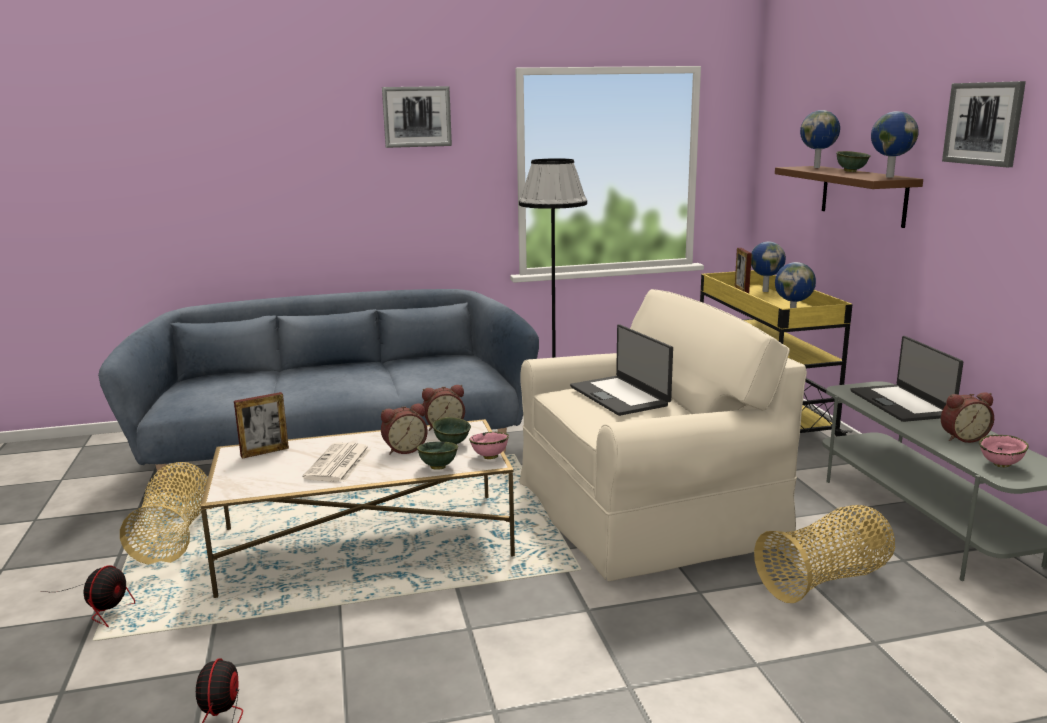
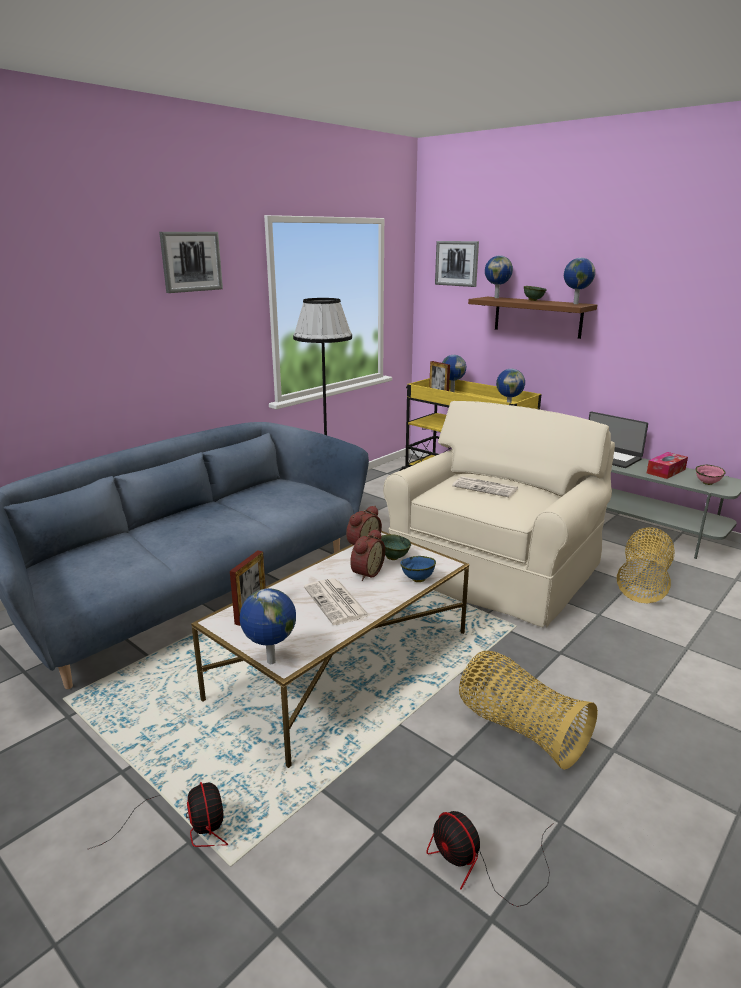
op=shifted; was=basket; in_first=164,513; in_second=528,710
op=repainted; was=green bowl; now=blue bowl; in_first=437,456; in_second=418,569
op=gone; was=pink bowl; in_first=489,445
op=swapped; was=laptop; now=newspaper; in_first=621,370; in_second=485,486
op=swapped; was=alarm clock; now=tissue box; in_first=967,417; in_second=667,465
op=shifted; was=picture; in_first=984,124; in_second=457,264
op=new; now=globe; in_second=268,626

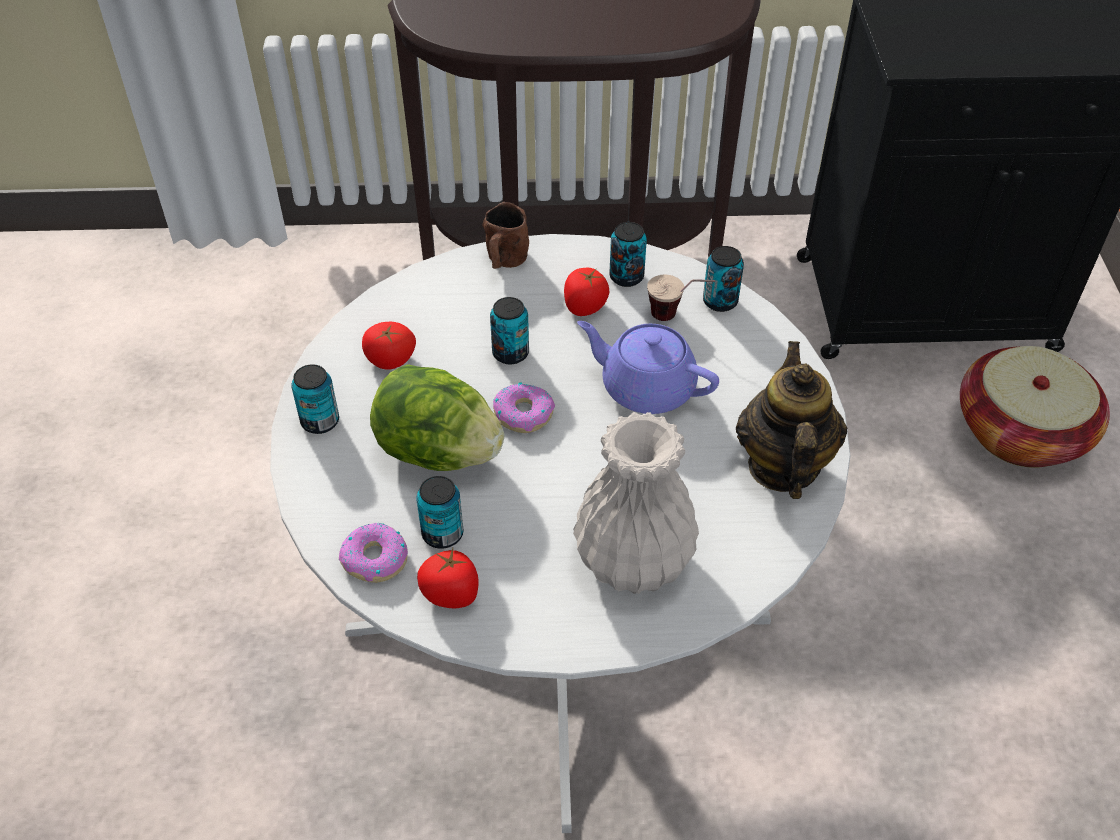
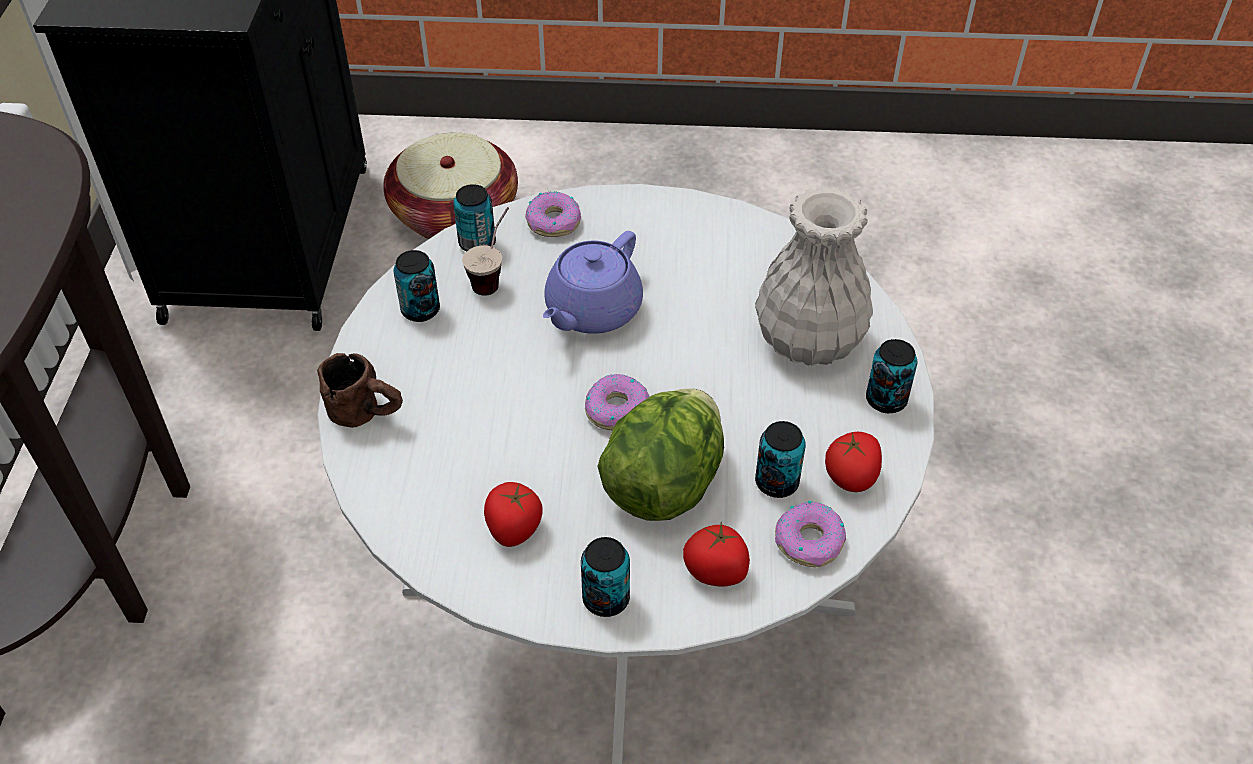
op=shifted; was=can; in_first=509,330; in_second=892,376
op=shifted; was=tomato; in_first=586,292; in_second=716,554
op=gone; was=teapot; in_first=791,420
op=new; now=donut; in_second=553,214

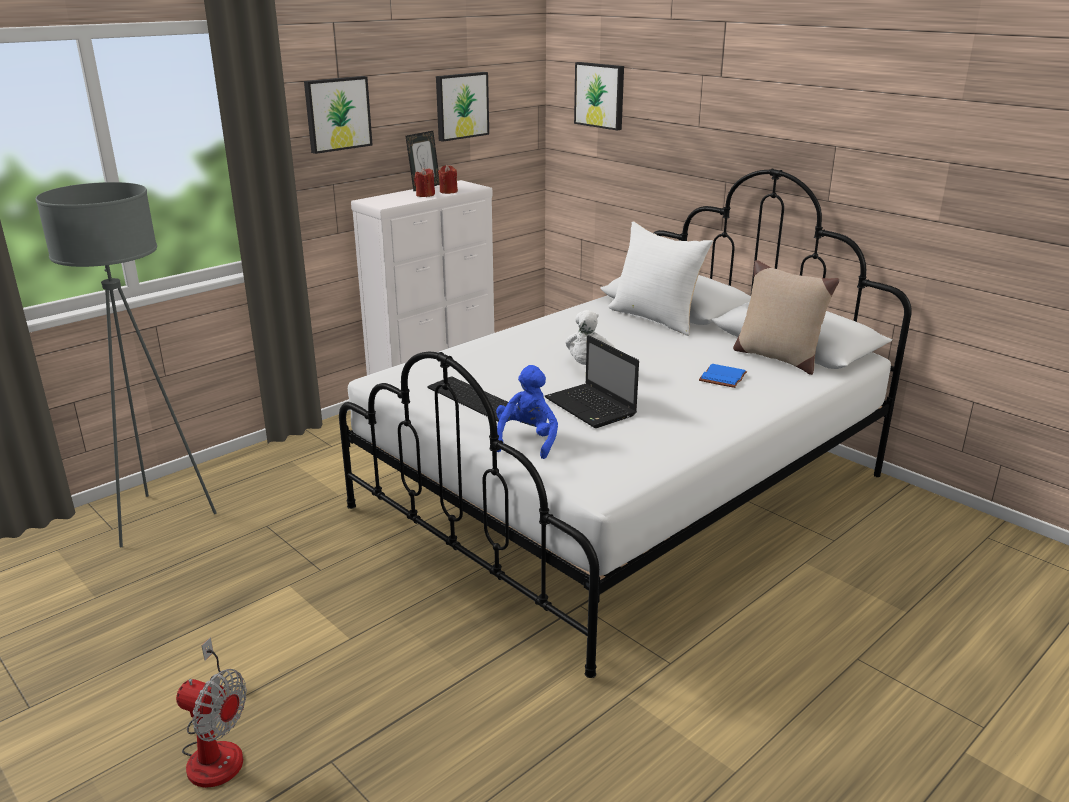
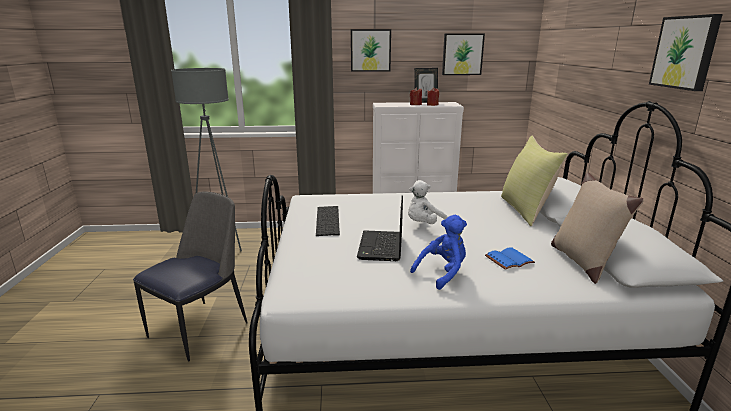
op=gone; was=fan; in_first=211,712
op=shifted; was=blue plush toy; in_first=527,412; in_second=438,252
op=shifted; was=picture; in_first=599,96; in_second=686,52
op=repainted; was=white pillow; now=yellow pillow; in_first=660,278; in_second=534,181
op=new; now=chair; in_second=190,276

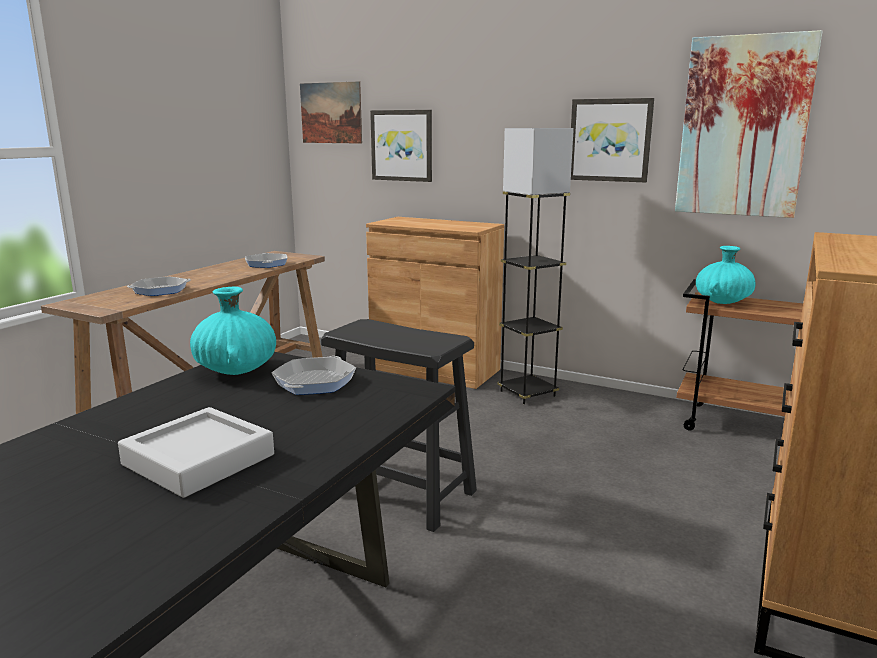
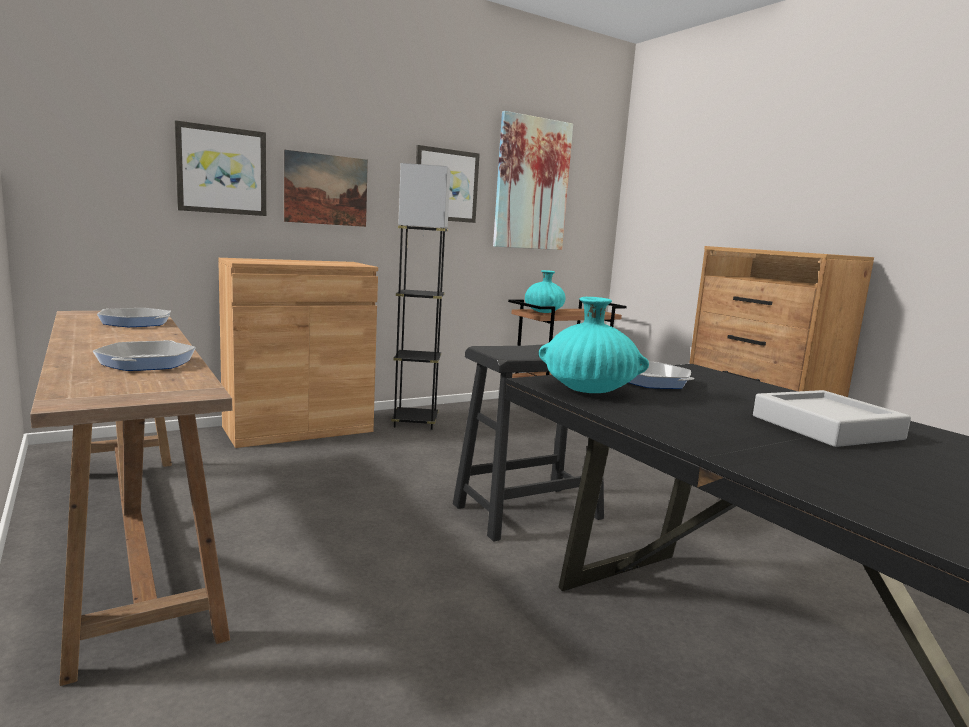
op=shifted; was=picture; in_first=331,112; in_second=326,188

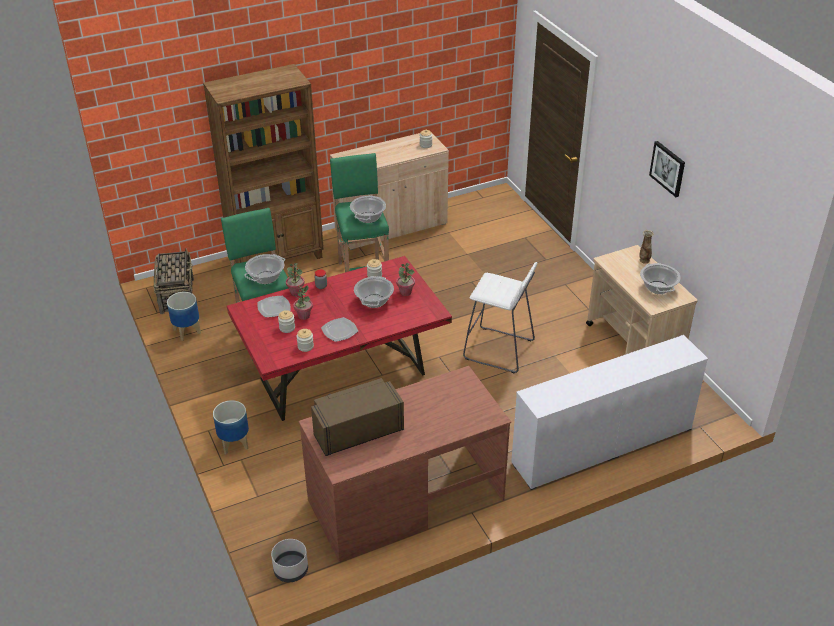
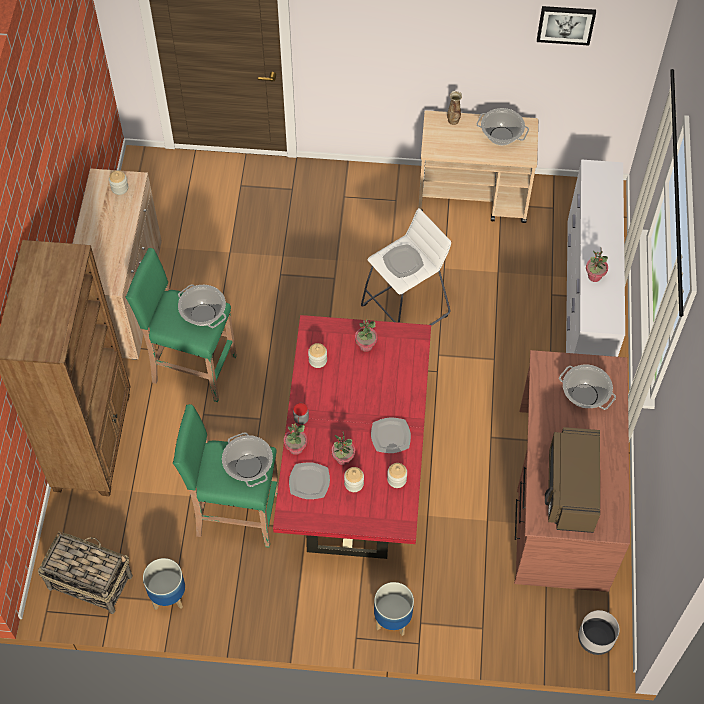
op=shifted; was=cooking pot; in_first=374,292; in_second=587,387
op=shifted; was=picture; in_first=667,169; in_second=566,26
op=new; now=plate; in_second=403,261
op=new; now=potted plant; in_second=597,266

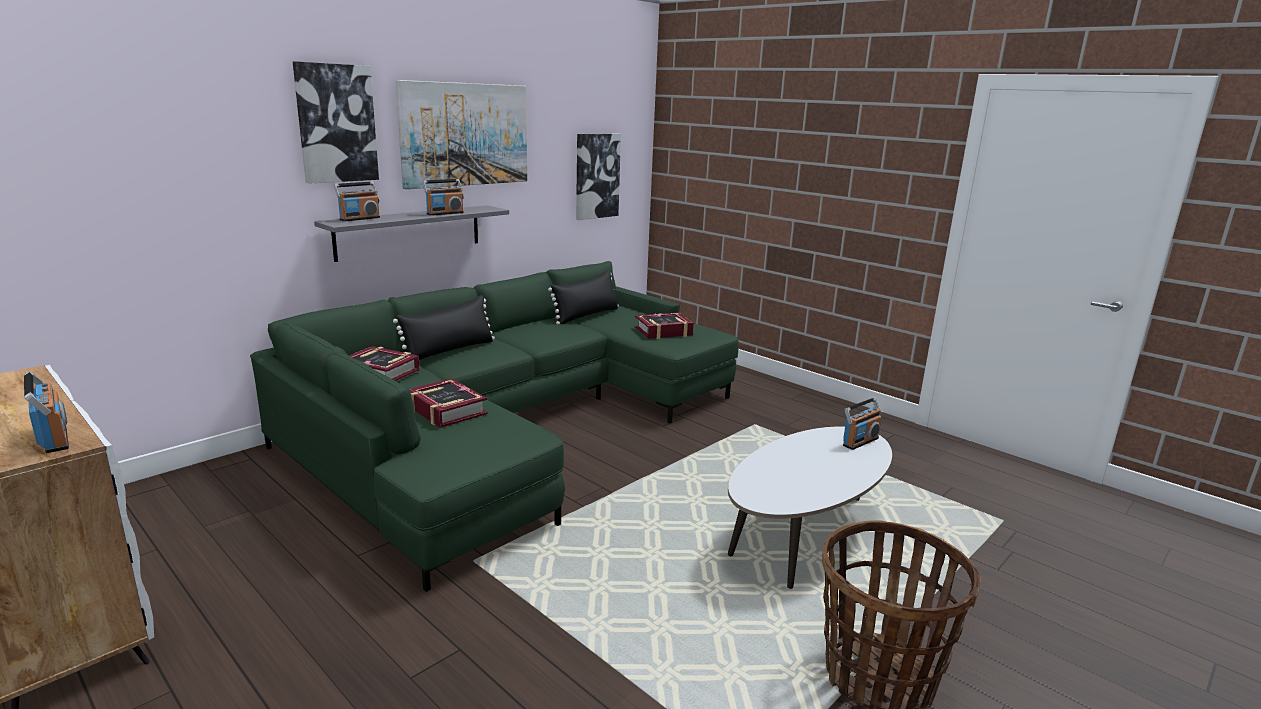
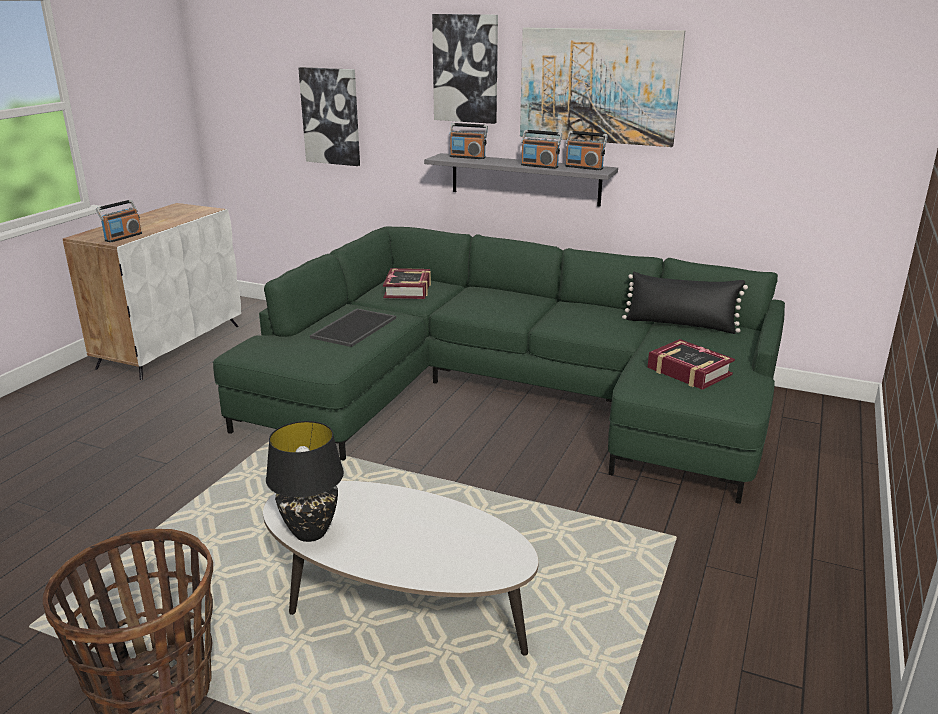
op=gone; was=black pillow; in_first=444,327
op=swapped; was=book; now=tray; in_first=448,403; in_second=353,328
op=shifted; was=picture; in_first=598,176; in_second=329,116
op=shifted; was=radio; in_first=862,424; in_second=586,150
op=new; now=black table lamp; in_second=305,481

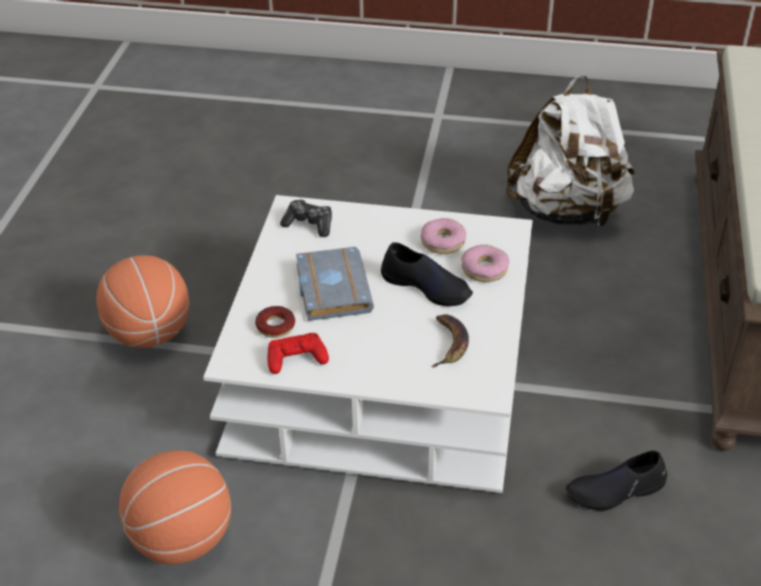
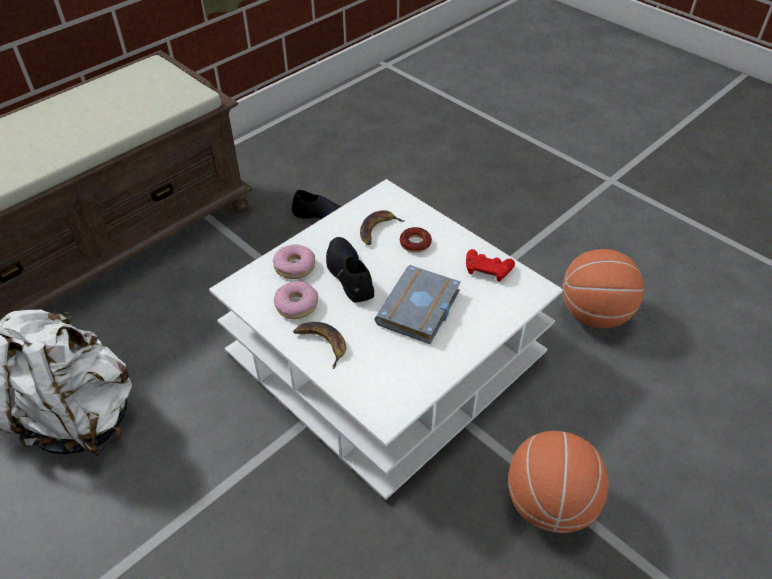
op=shifted; was=donut; in_first=275,322; in_second=416,240
op=gone; was=game controller; in_first=306,218
op=new; now=banana; in_second=319,345

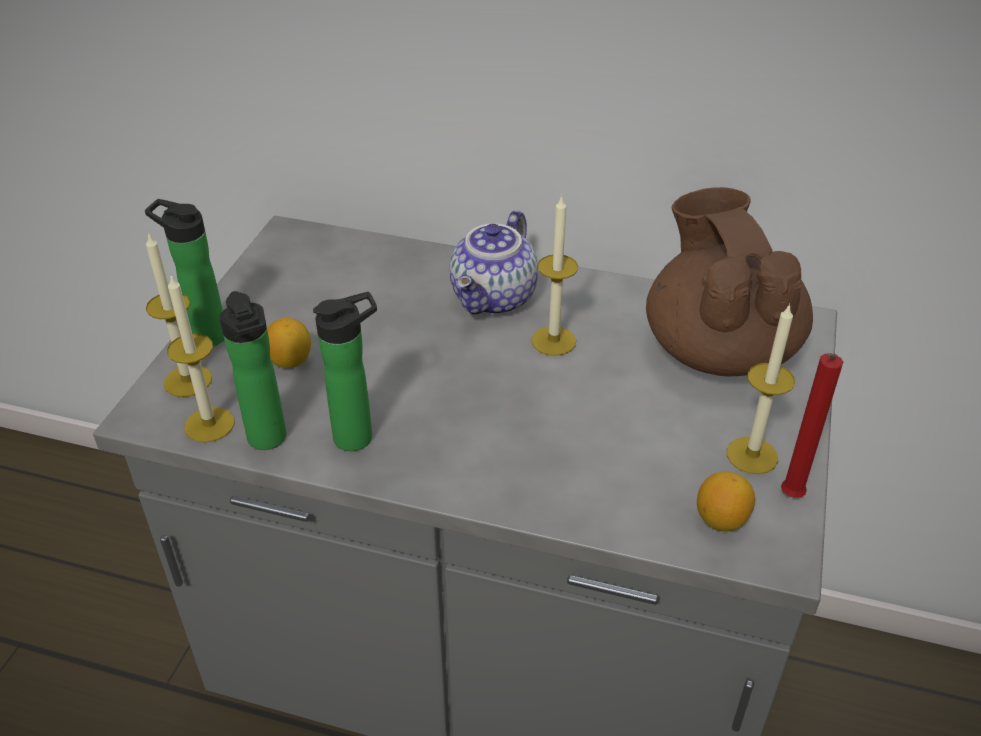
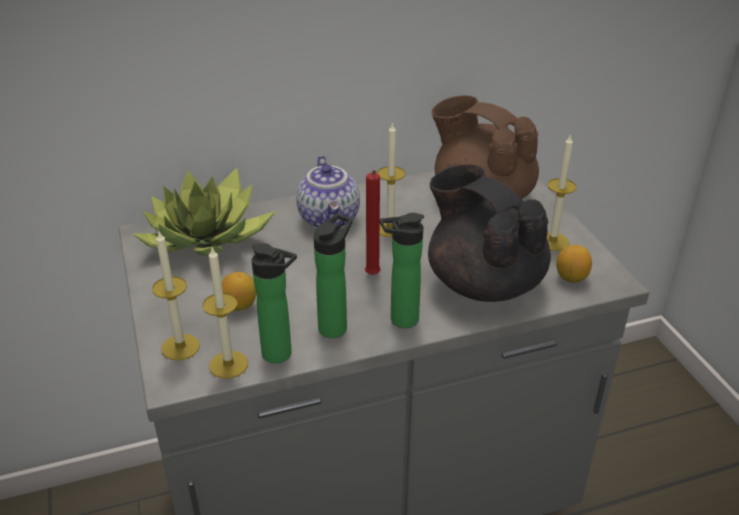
op=shifted; was=bottle; in_first=184,272; in_second=402,270
op=shifted; was=red candle; in_first=812,425; in_second=373,222
op=new; now=potted plant; in_second=204,211
op=new; now=black teapot; in_second=489,233

